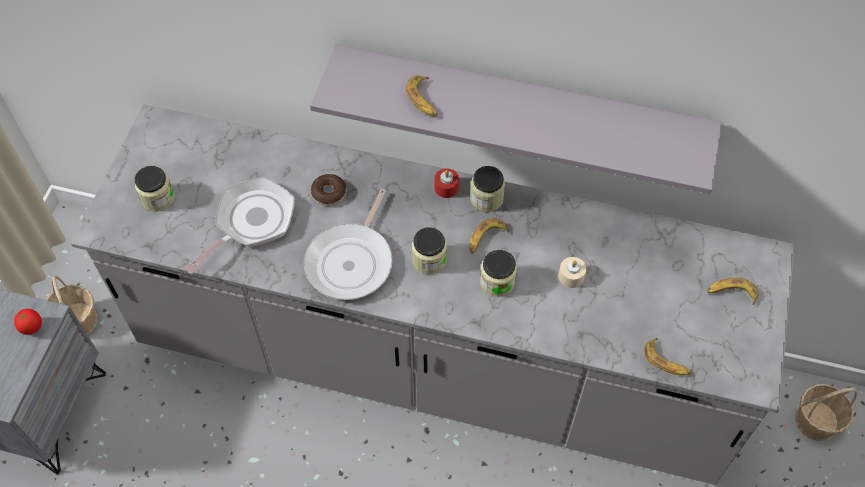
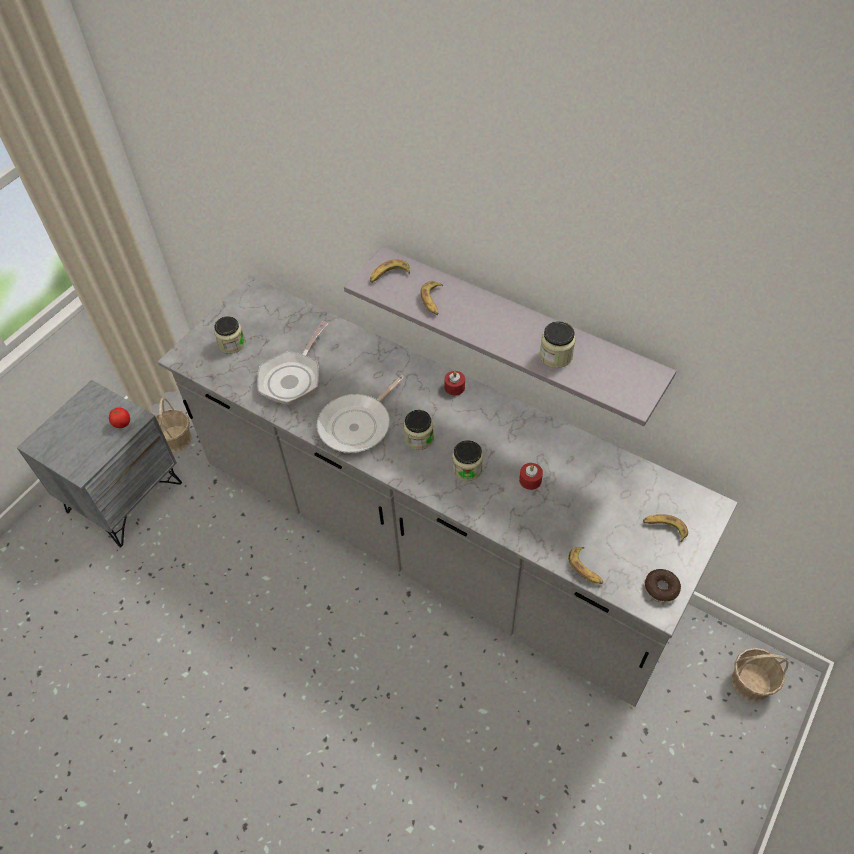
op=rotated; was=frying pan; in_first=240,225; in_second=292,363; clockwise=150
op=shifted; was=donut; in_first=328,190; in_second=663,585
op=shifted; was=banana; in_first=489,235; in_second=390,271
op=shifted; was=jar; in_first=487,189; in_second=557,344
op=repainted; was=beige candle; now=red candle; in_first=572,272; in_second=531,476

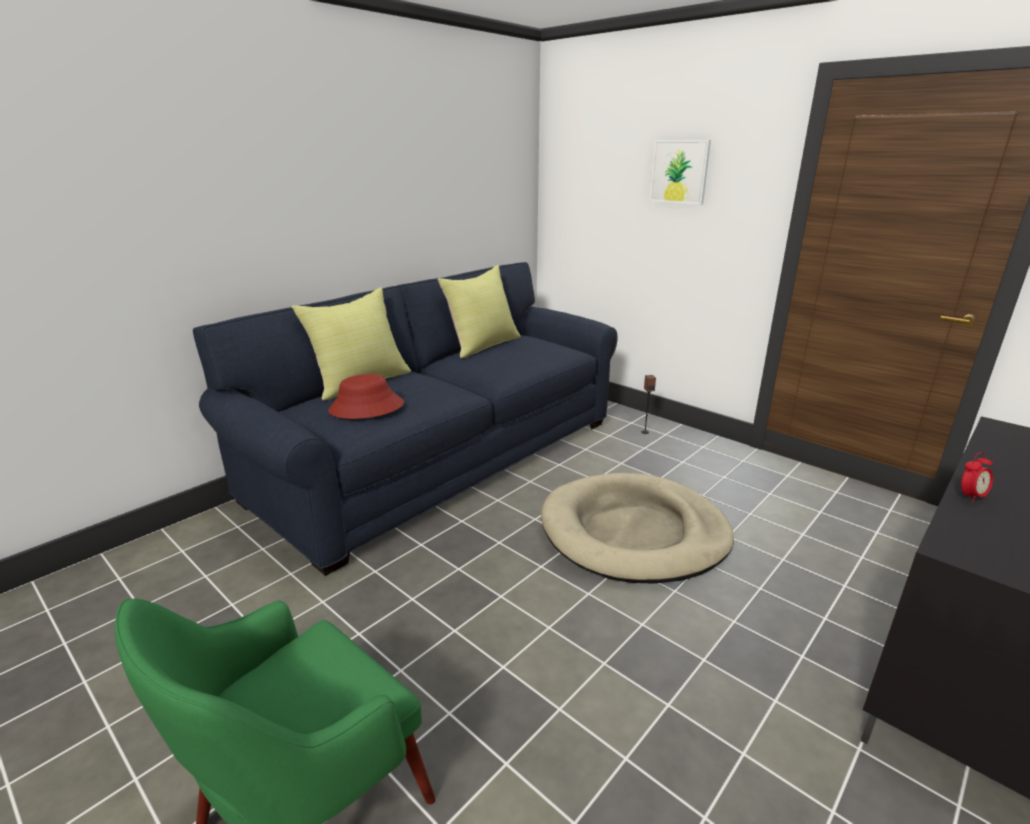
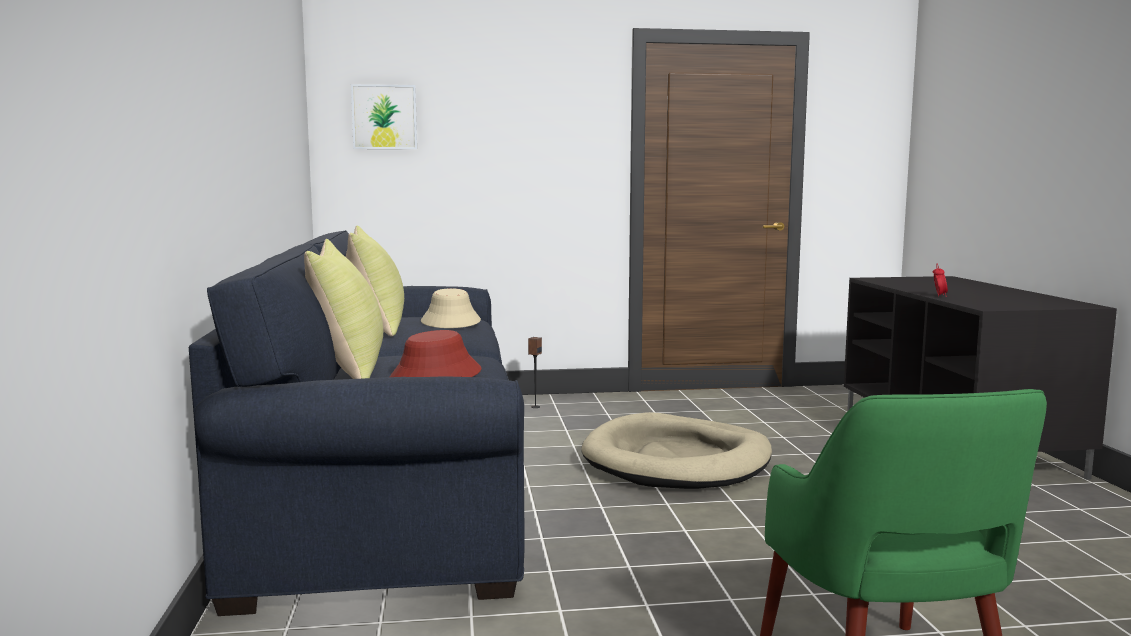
op=shifted; was=picture; in_first=680,172; in_second=384,116
op=new; now=beige hat; in_second=451,308

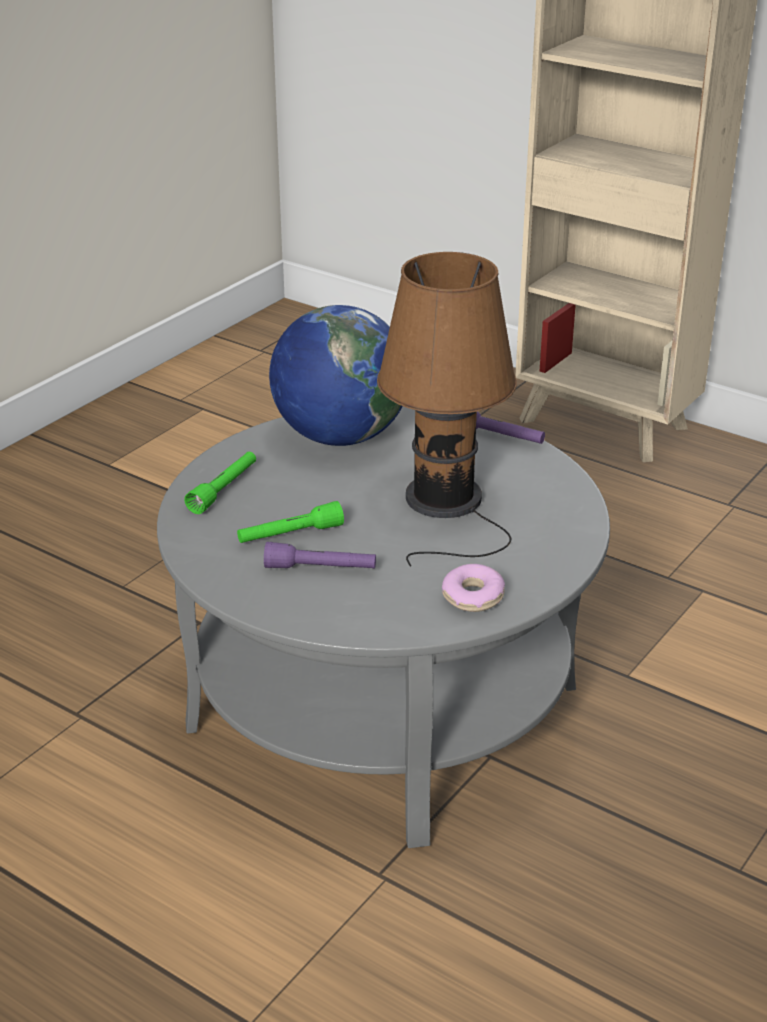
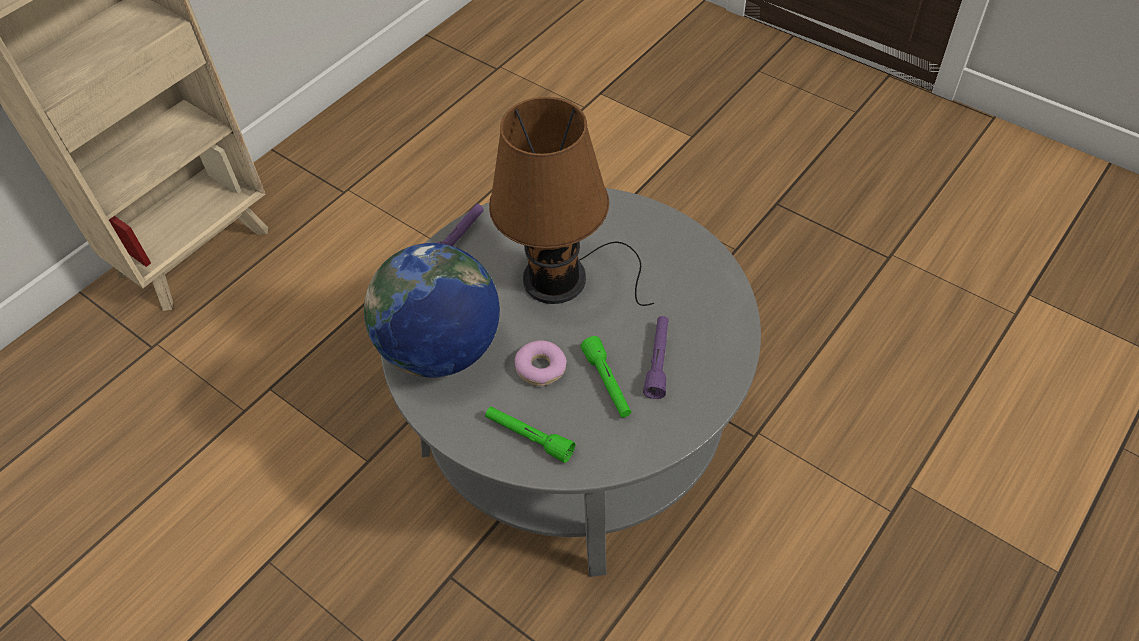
op=shifted; was=donut; in_first=473,588; in_second=541,363

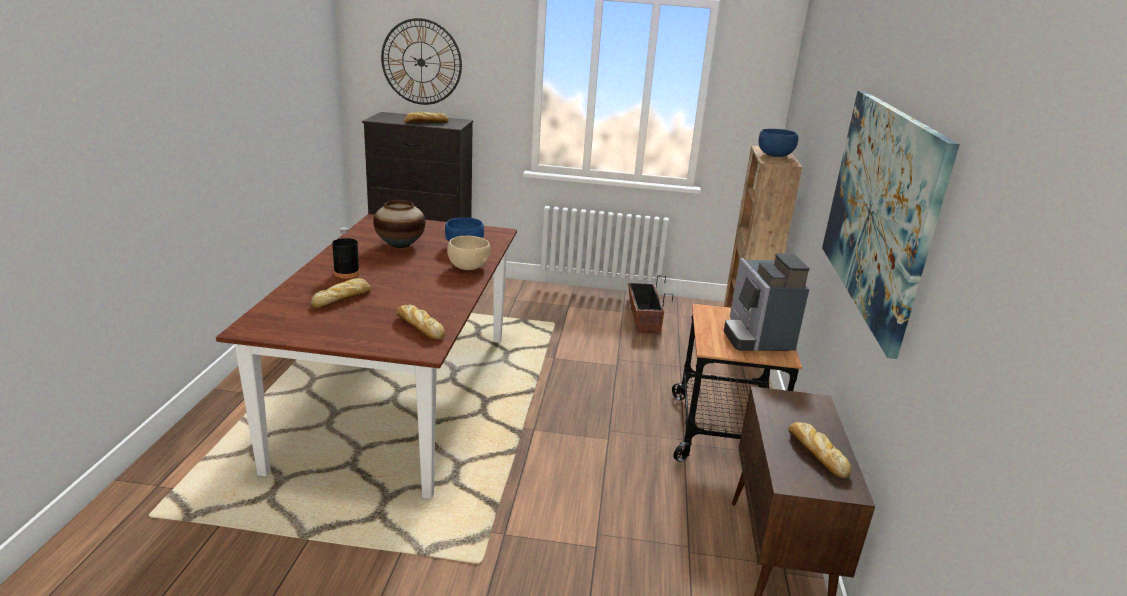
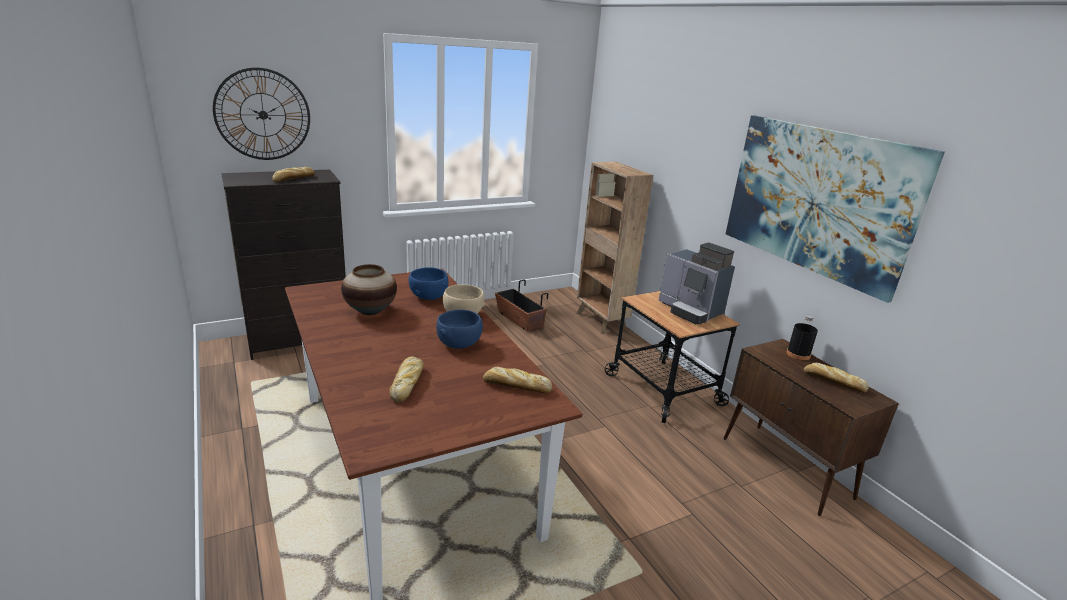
op=shifted; was=black bottle; in_first=346,253; in_second=802,337
op=shifted; was=blue bowl; in_first=778,143; in_second=459,329

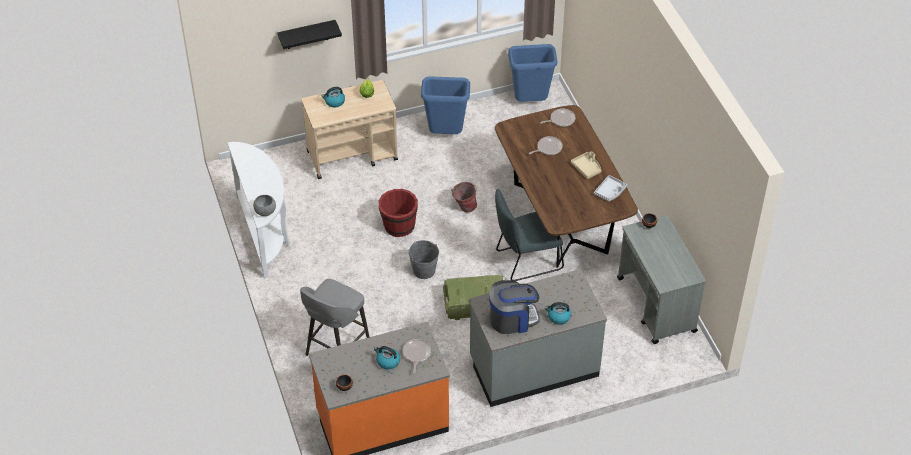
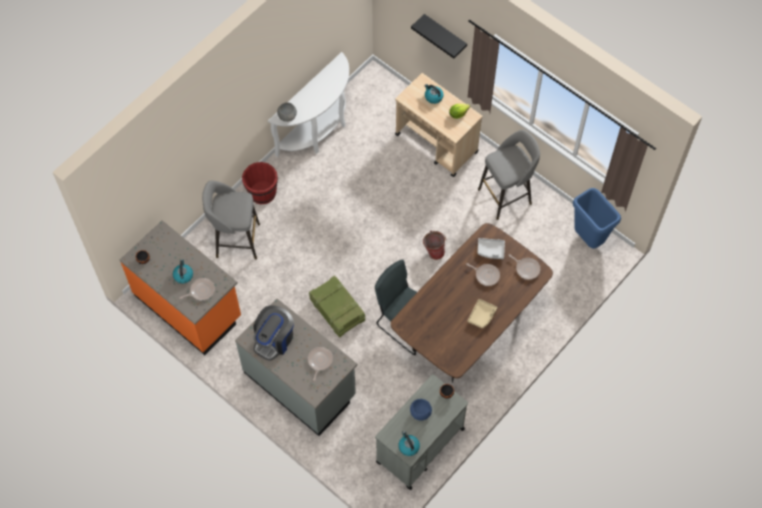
op=shifted; was=red bucket; in_first=398,213; in_second=260,183
op=gone; was=grey bucket; in_first=423,259
op=swapped; was=blue trash can; now=grey stool; in_first=445,105; in_second=509,175
op=rotated; was=coffee machine; in_first=514,307; in_second=273,333; clockwise=75
op=shifted; was=kettle; in_first=558,313; in_second=409,443
op=shifted; was=grey tray; in_first=610,188; in_second=491,248
op=new; now=frying pan; in_second=320,364
op=new; now=blue bowl; in_second=421,410

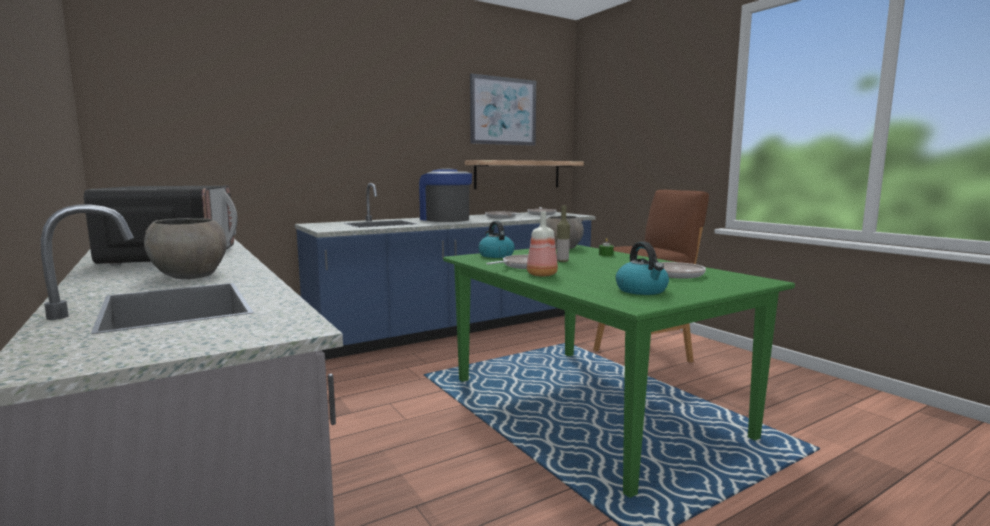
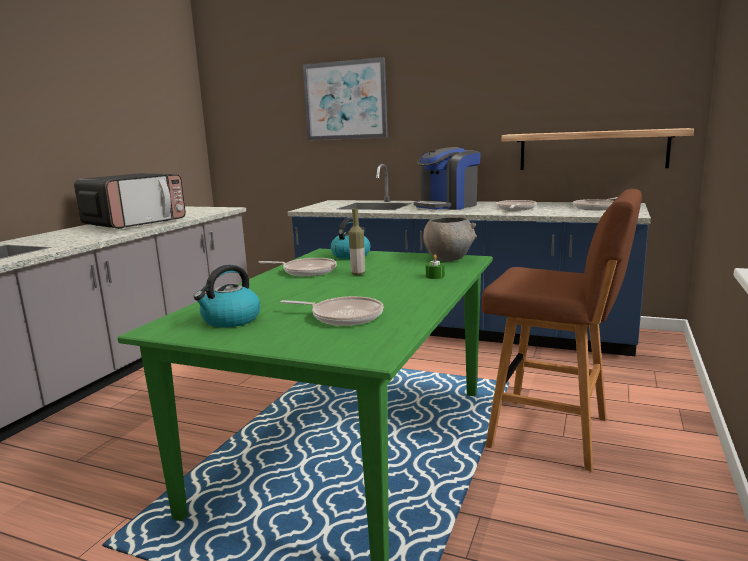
op=gone; was=grey bowl; in_first=185,248
op=rotated; was=coffee machine; in_first=445,195; in_second=447,178; clockwise=-150
op=shifted; was=picture; in_first=503,109; in_second=345,98
op=gone; was=bottle; in_first=542,244

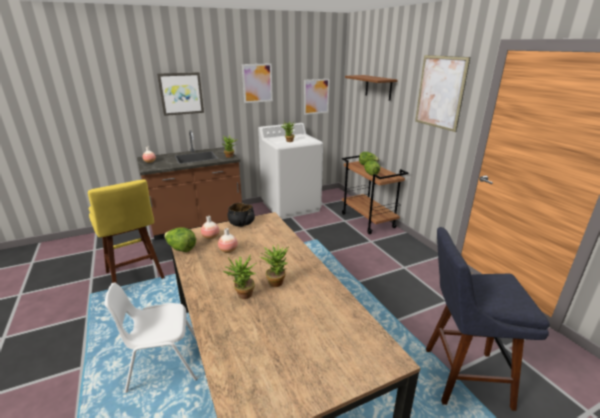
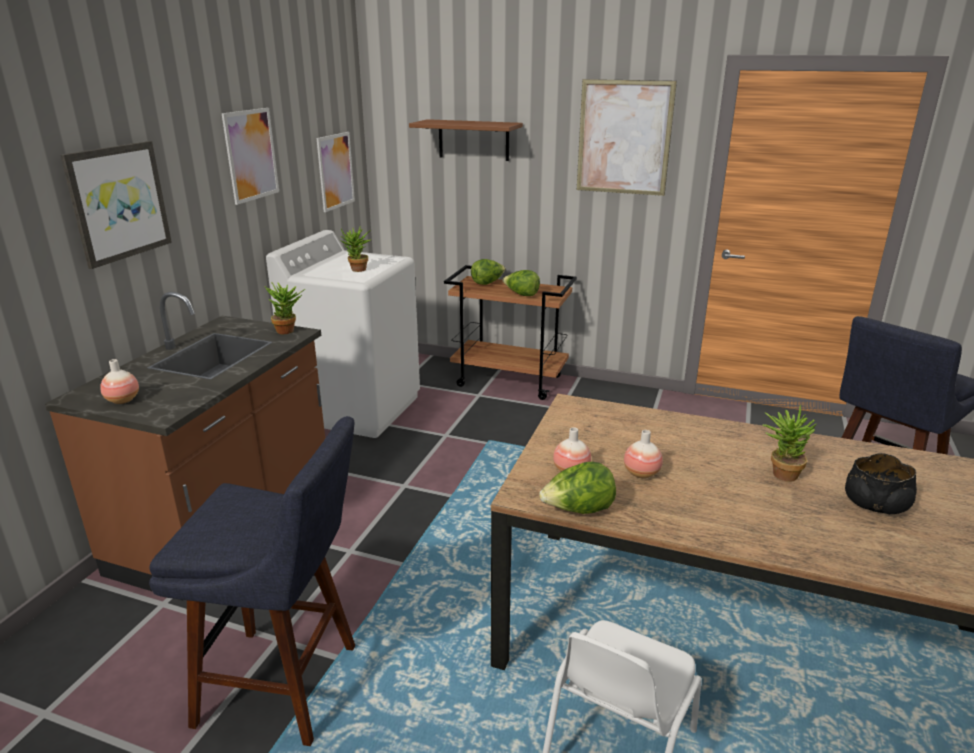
op=repainted; was=yellow stool; now=blue stool; in_first=126,231; in_second=252,581
op=gone; was=potted plant; in_first=240,276
op=shifted; was=black bowl; in_first=241,215; in_second=881,483

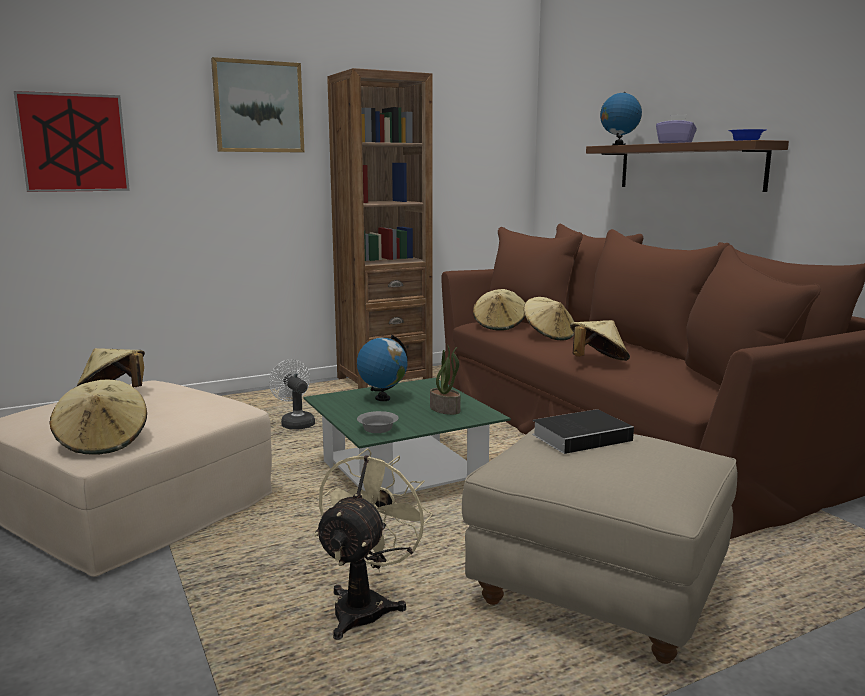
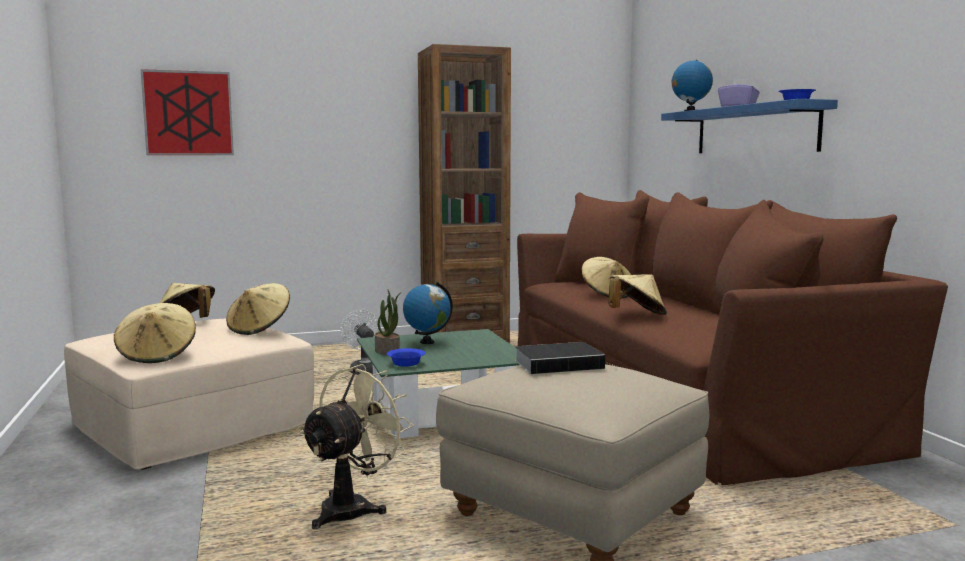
op=gone; was=picture; in_first=257,104
op=repainted; was=grey bowl; now=blue bowl; in_first=378,422; in_second=406,357
op=shifted; was=potted plant; in_first=445,379; in_second=387,322
op=shifted; was=beige hat; in_first=499,310; in_second=258,309
op=repainted; was=brown shelf; now=blue shelf; in_first=687,166; in_second=749,126

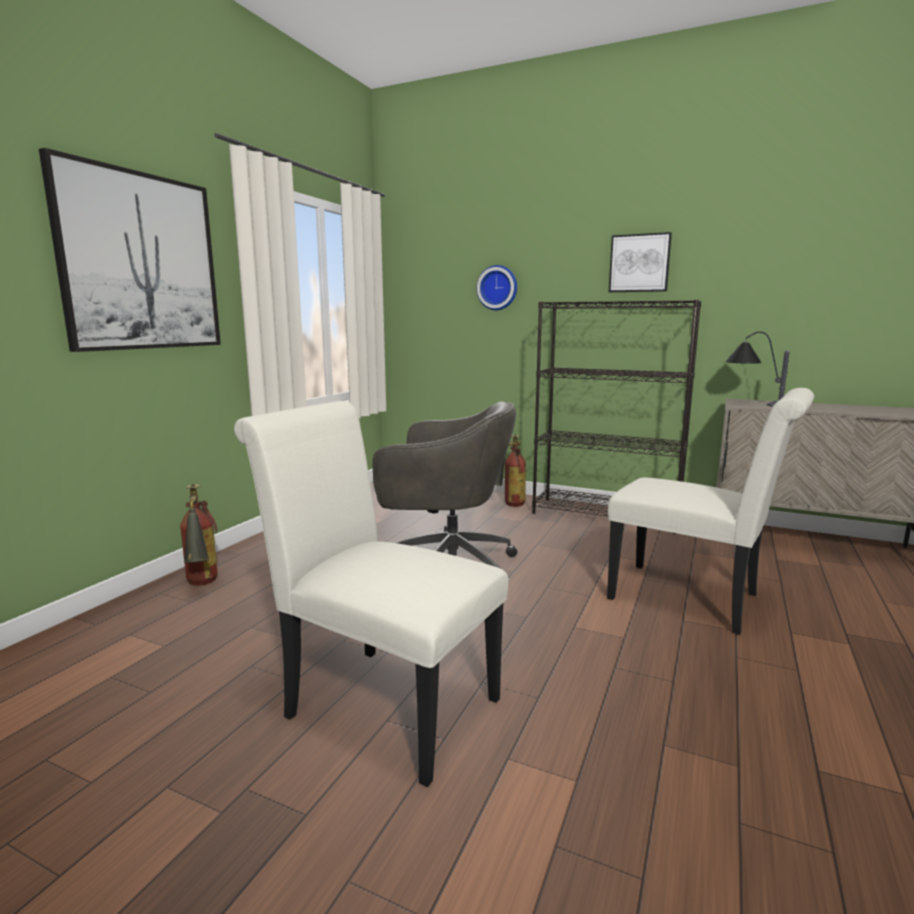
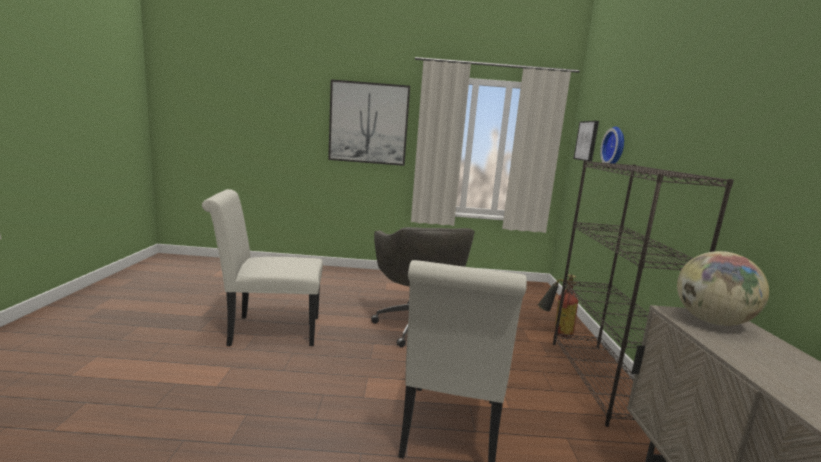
op=gone; was=fire extinguisher; in_first=199,535
op=rotated; was=white chair; in_first=371,594; in_second=262,268; clockwise=-105
op=shifted; was=picture; in_first=640,262; in_second=586,141
op=swapped; was=table lamp; now=globe; in_first=758,369; in_second=723,288

